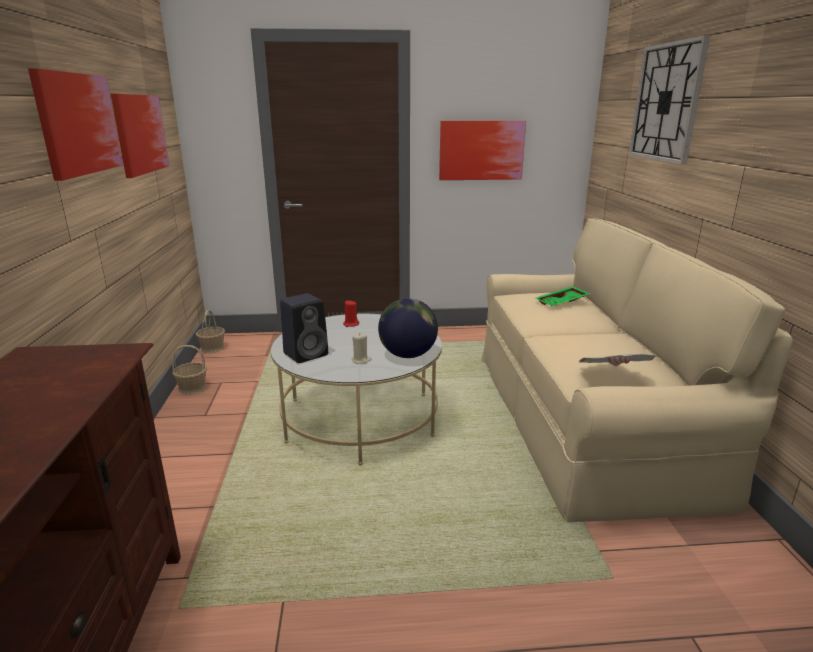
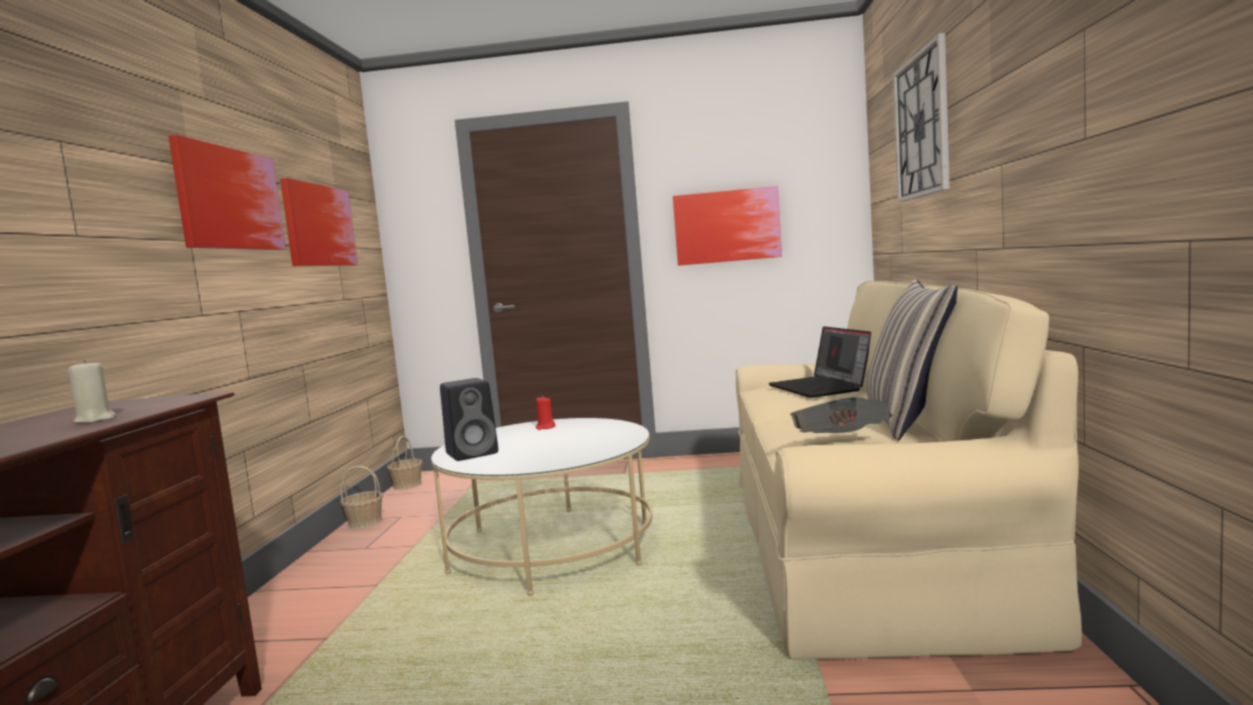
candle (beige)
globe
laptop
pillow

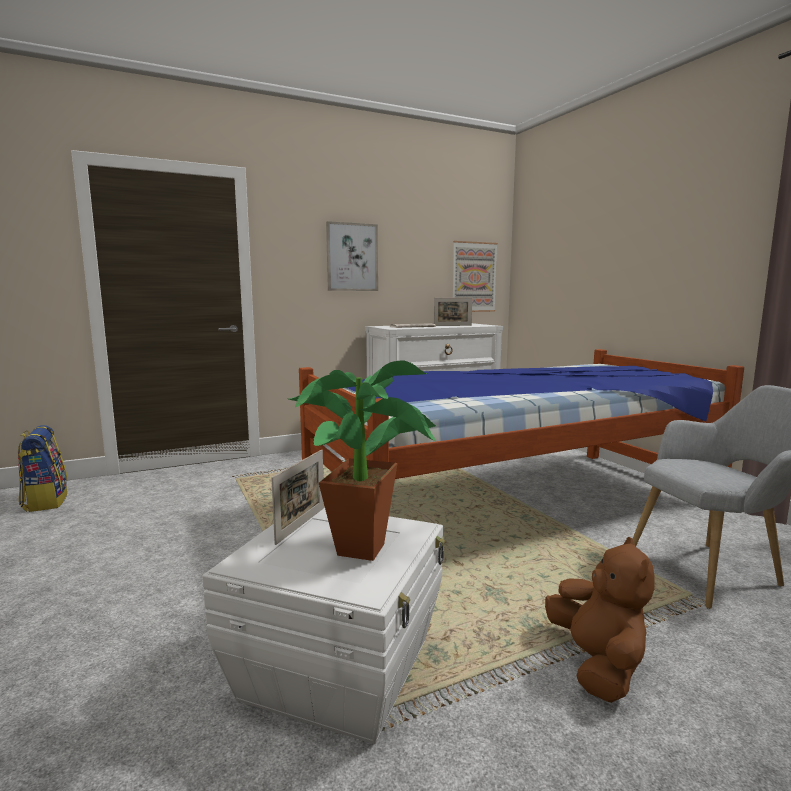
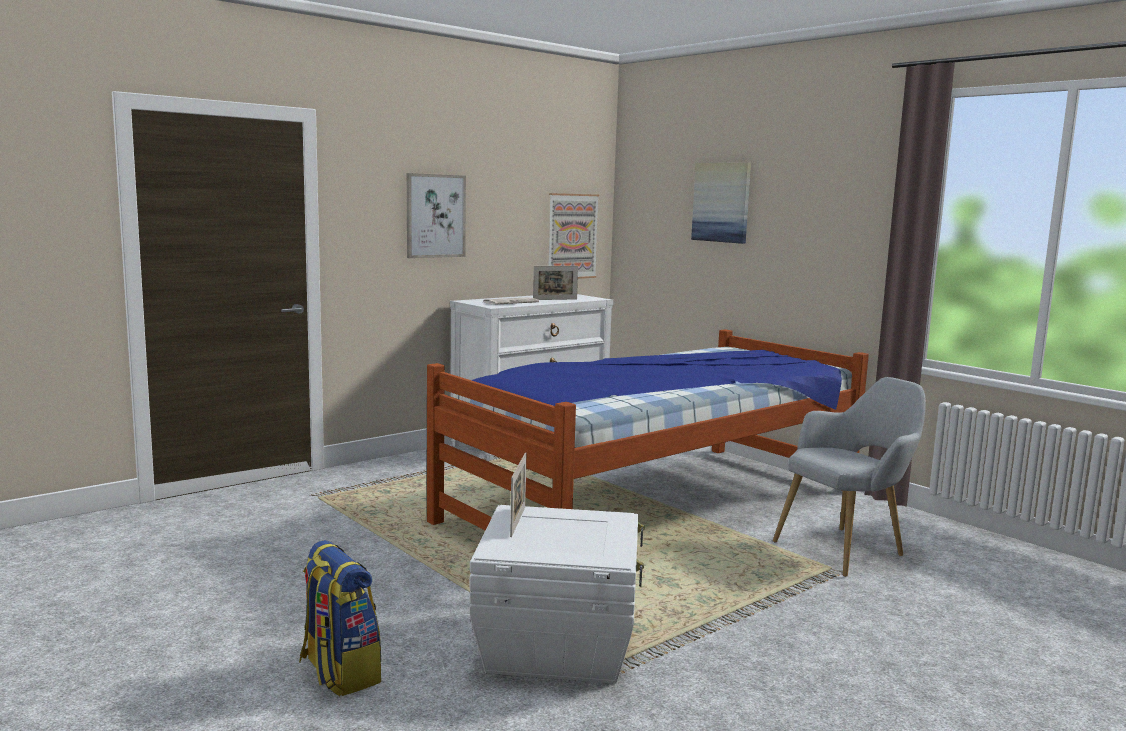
backpack
potted plant
plush toy (brown)
picture (3rd from left)

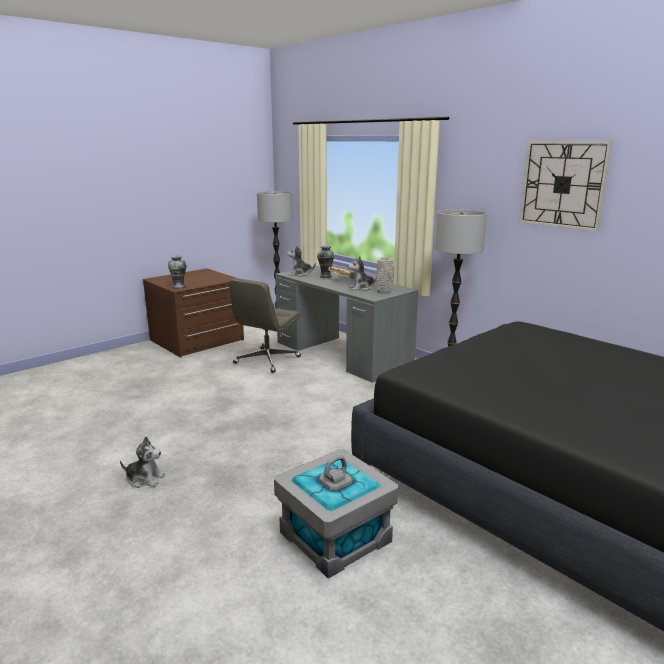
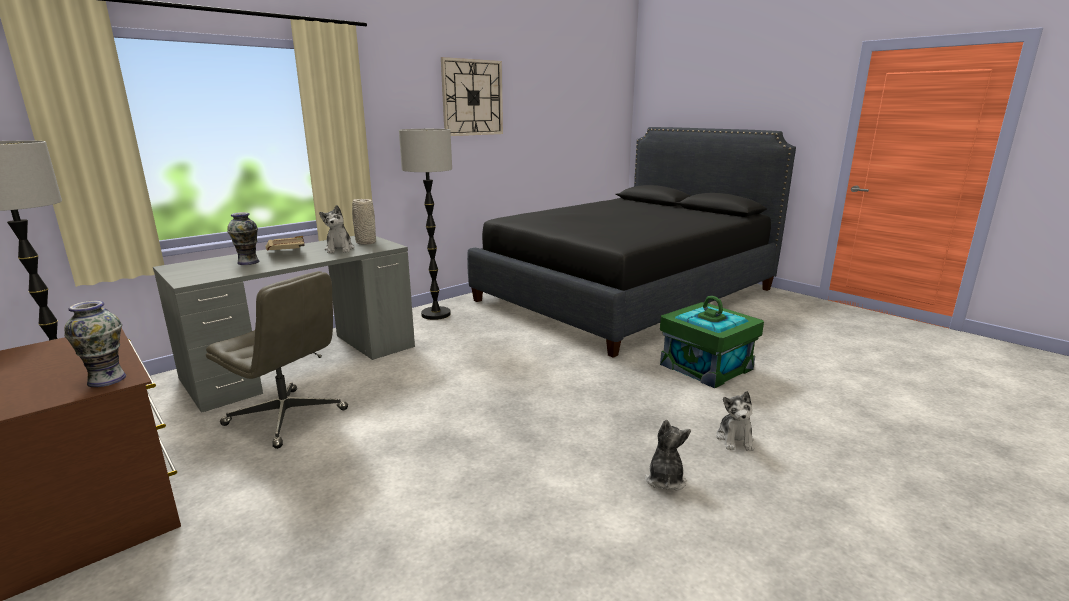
storage box (green)
plush toy (3rd from left)

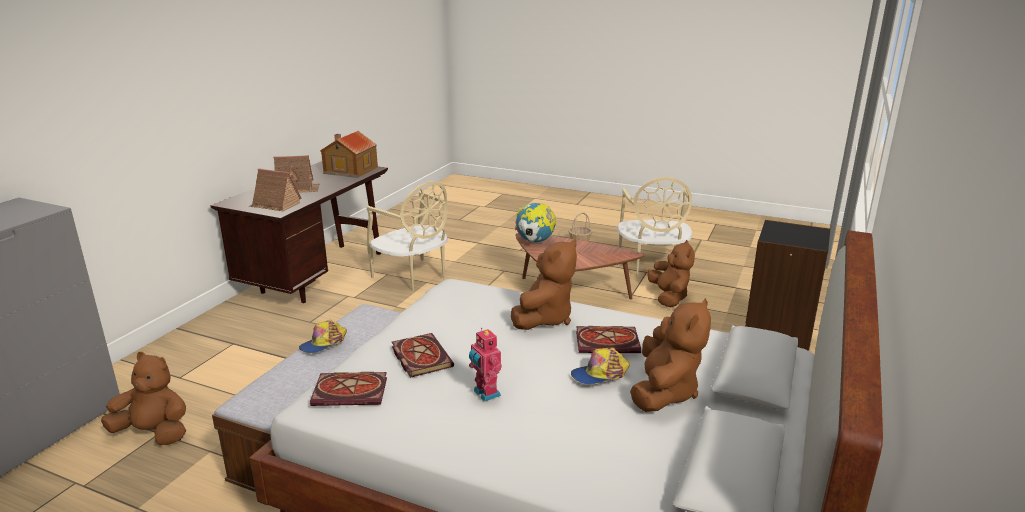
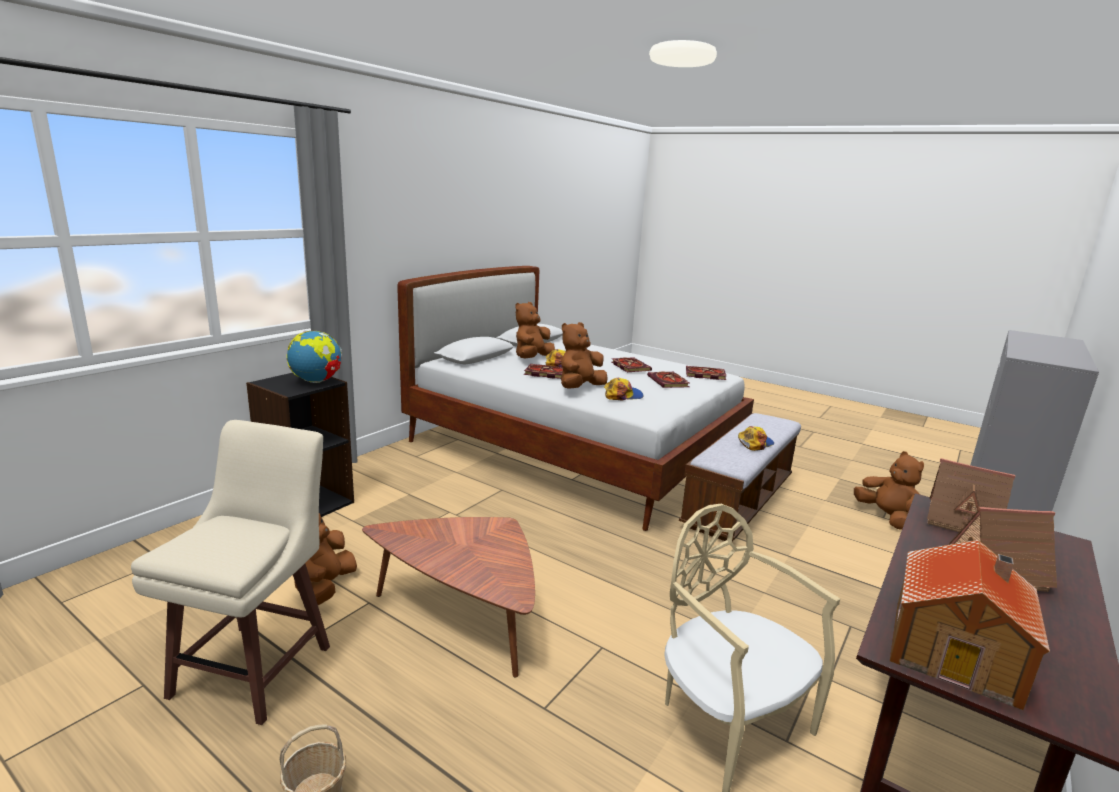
plush toy (brown) (4th from left)
book (2nd from left)
globe
stool (beige)
cap (2nd from left)

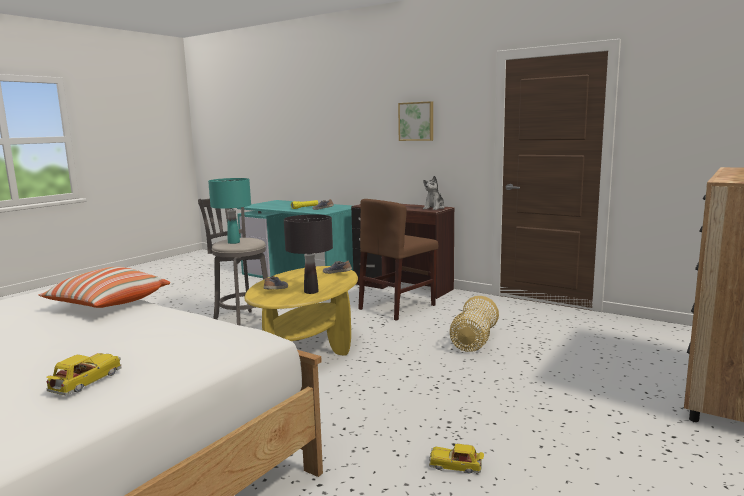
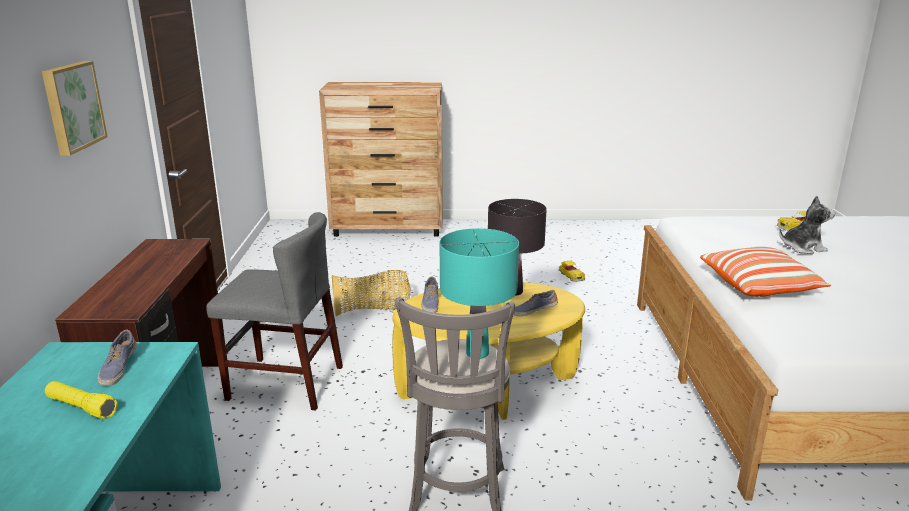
chair (grey)
plush toy

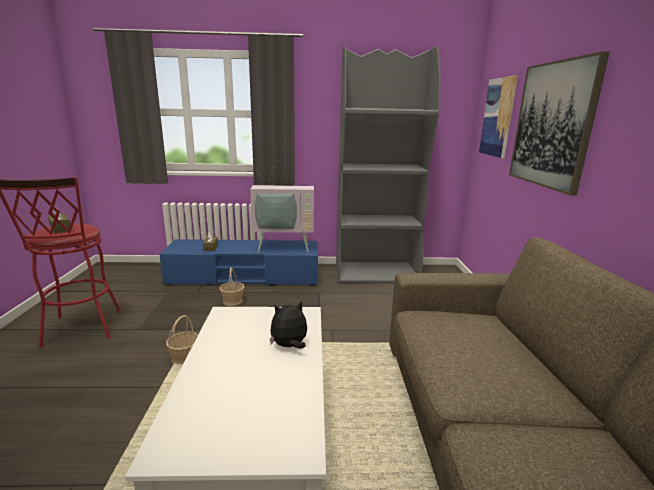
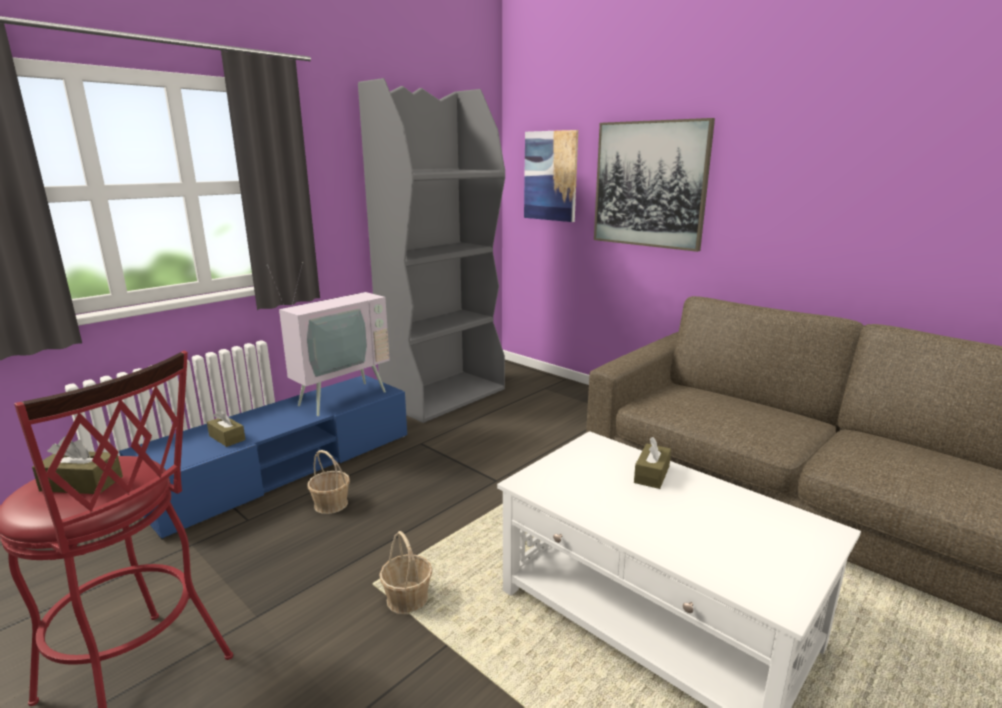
tissue box (brown) (3rd from left)

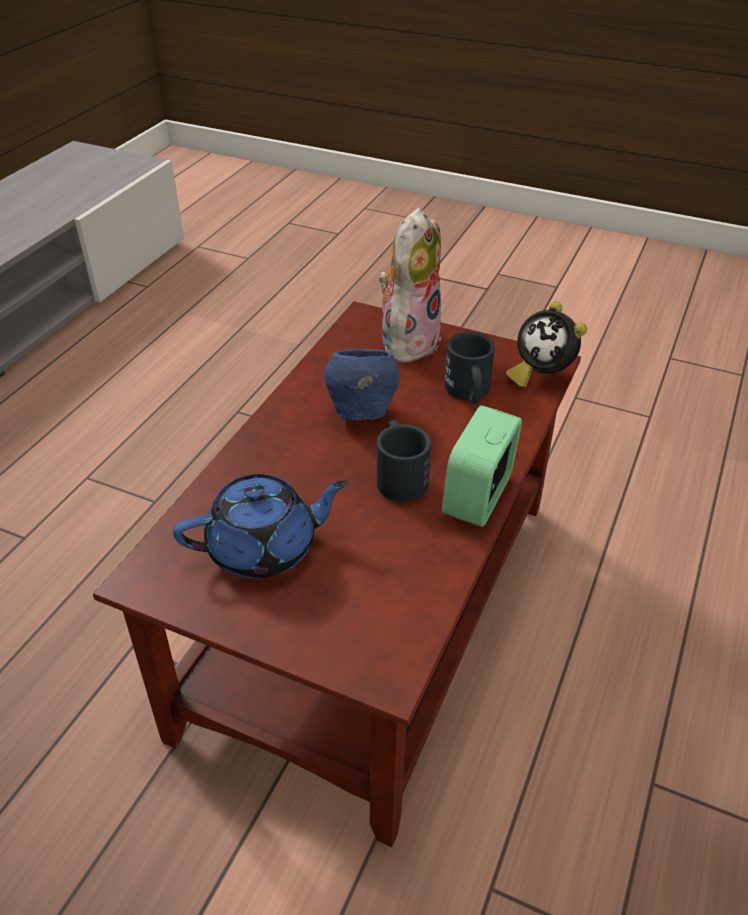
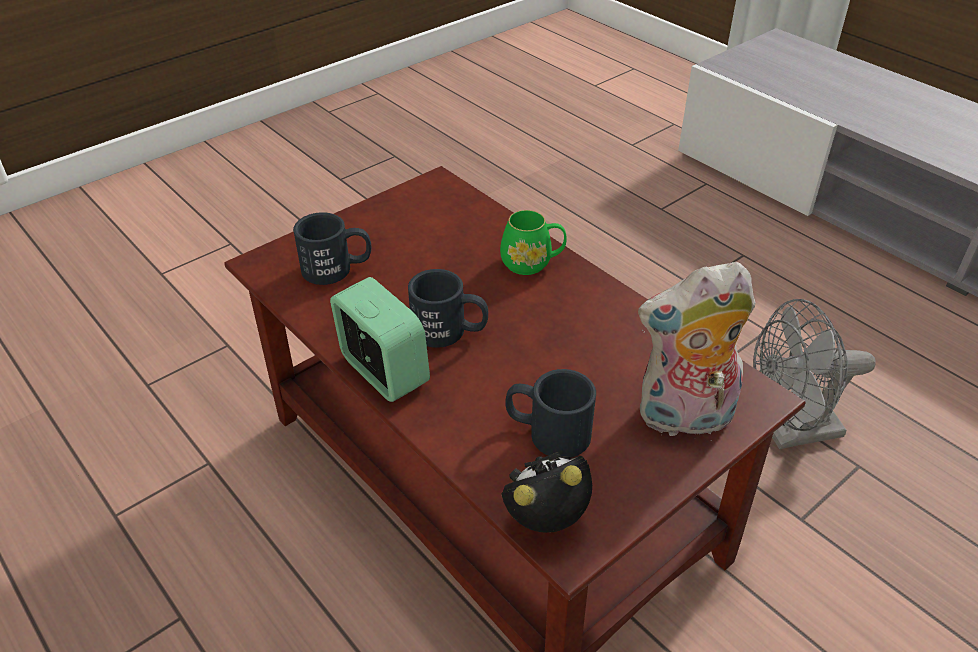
teapot (blue)
bowl (blue)
plush toy
mug (black) (1st from left)
mug (green)
fan (grey)

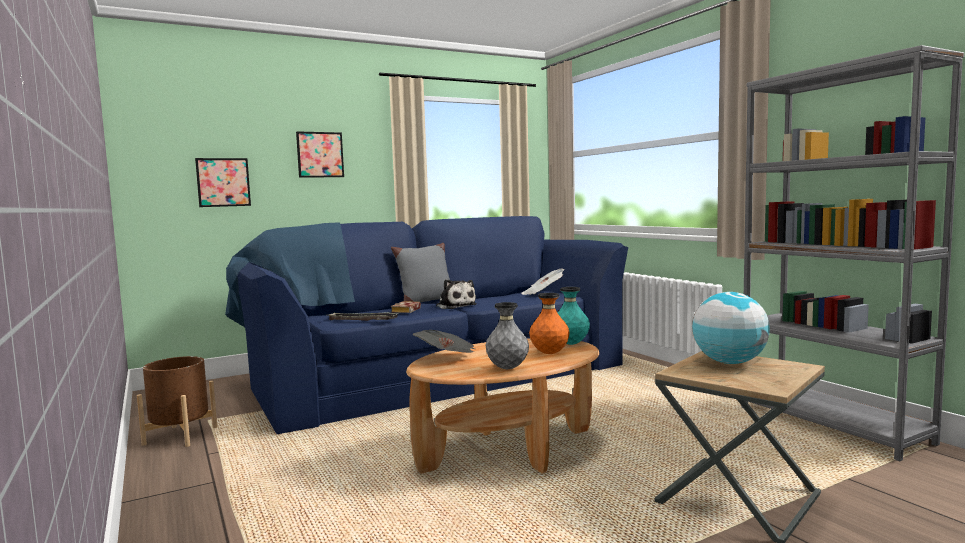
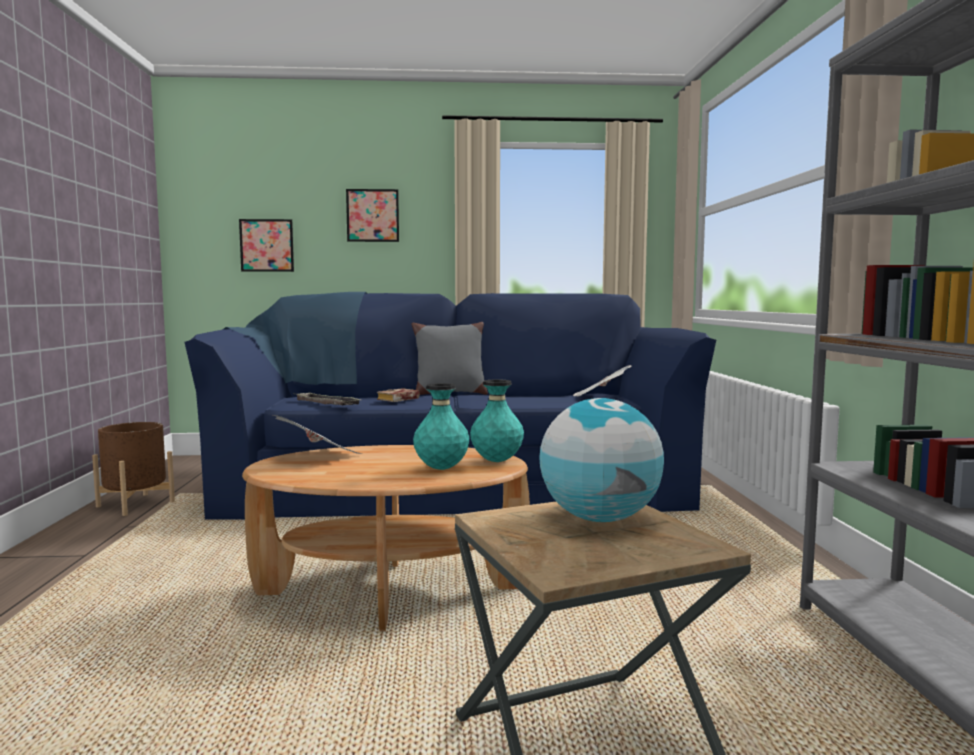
plush toy
vase (grey)
vase (turquoise) (1st from left)

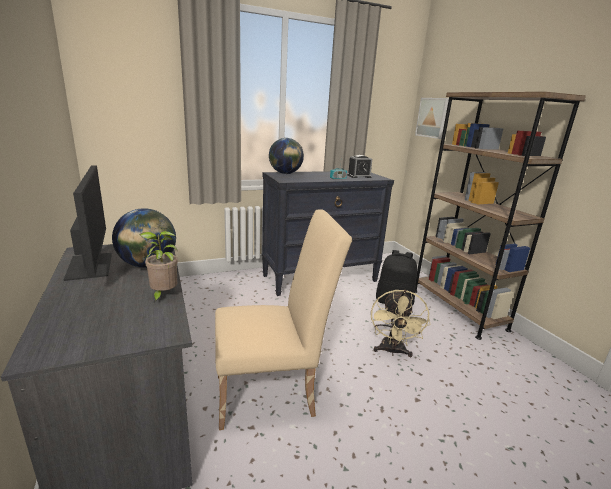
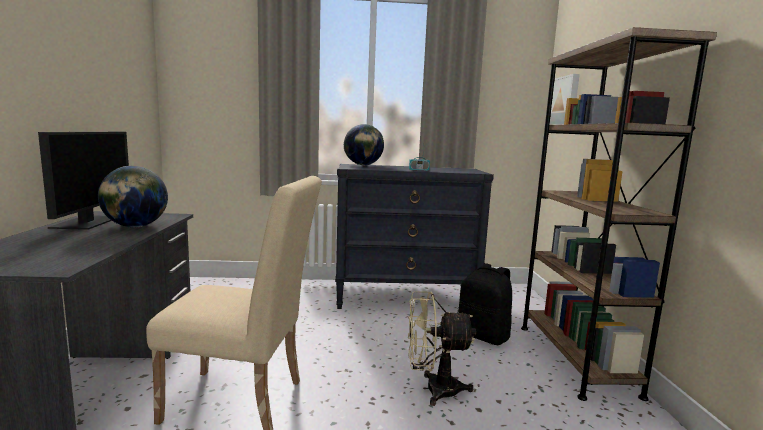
potted plant
alarm clock
fan (beige)

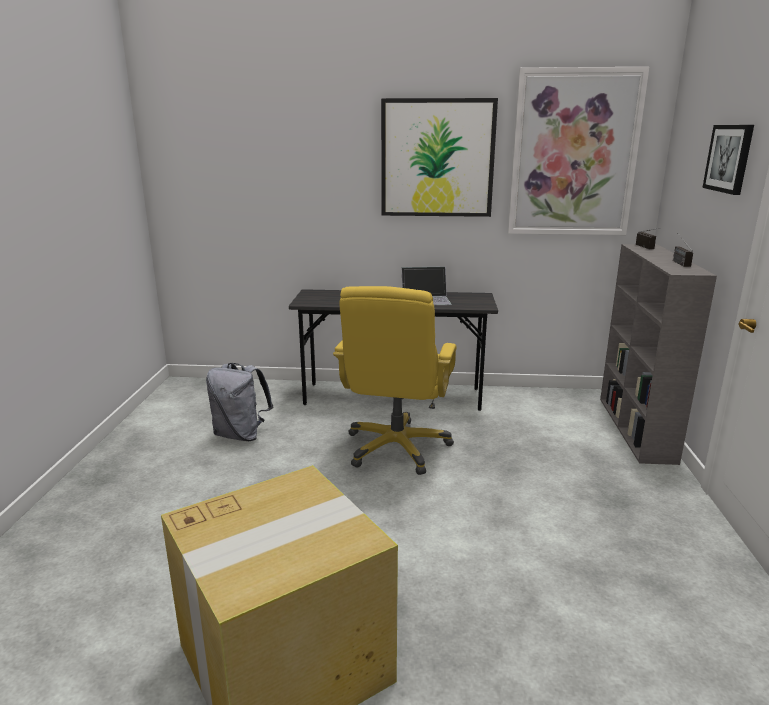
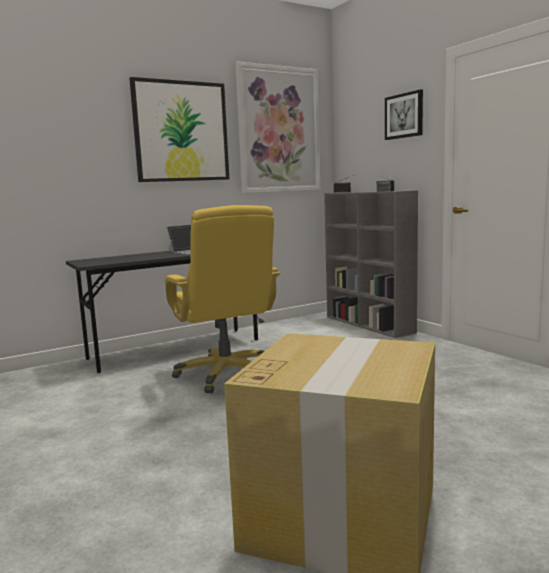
backpack (grey)

